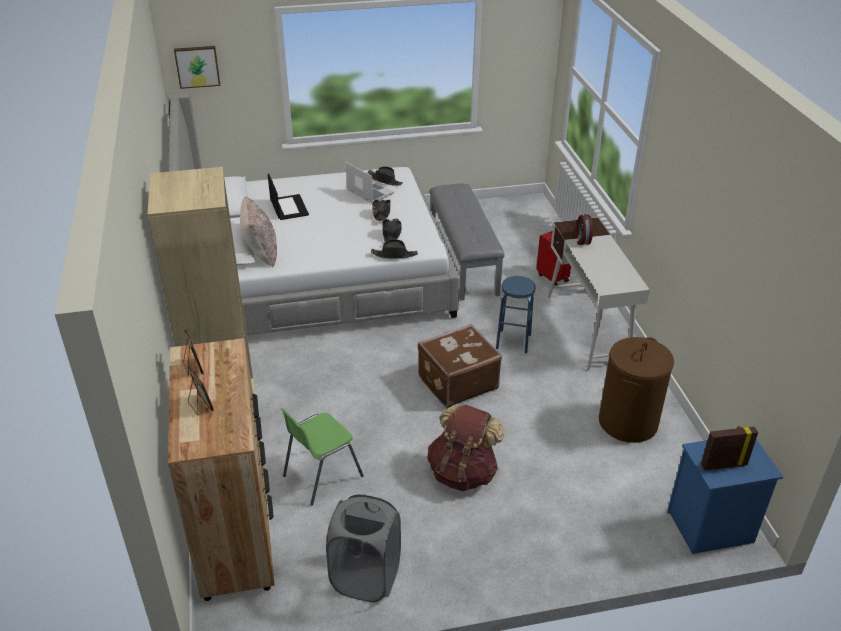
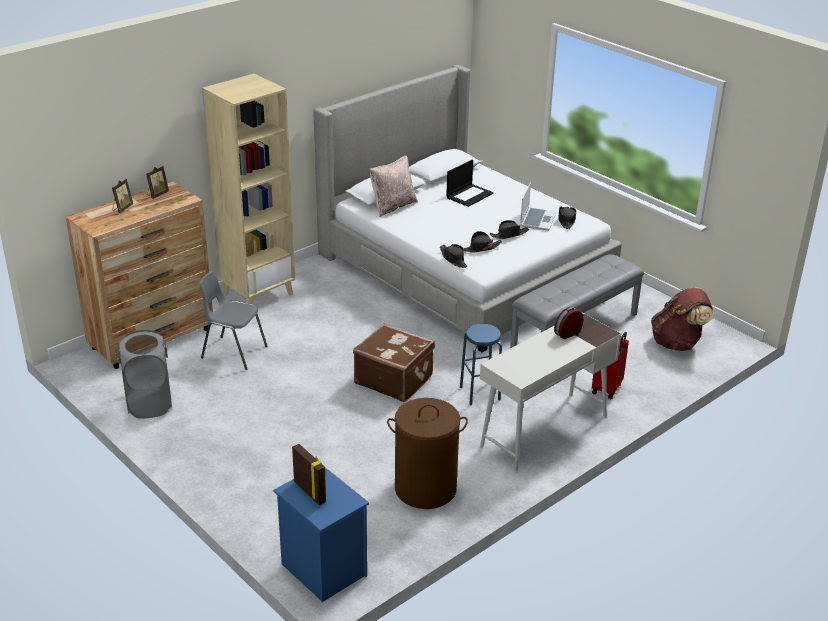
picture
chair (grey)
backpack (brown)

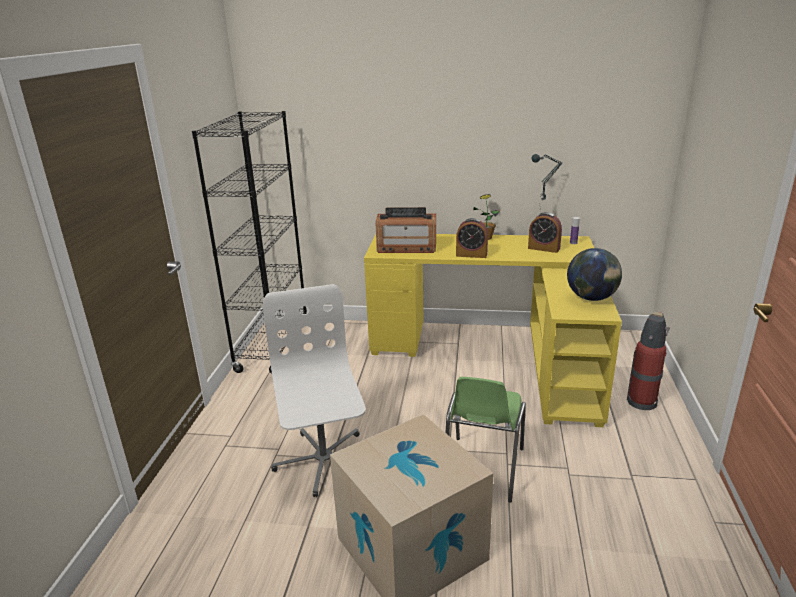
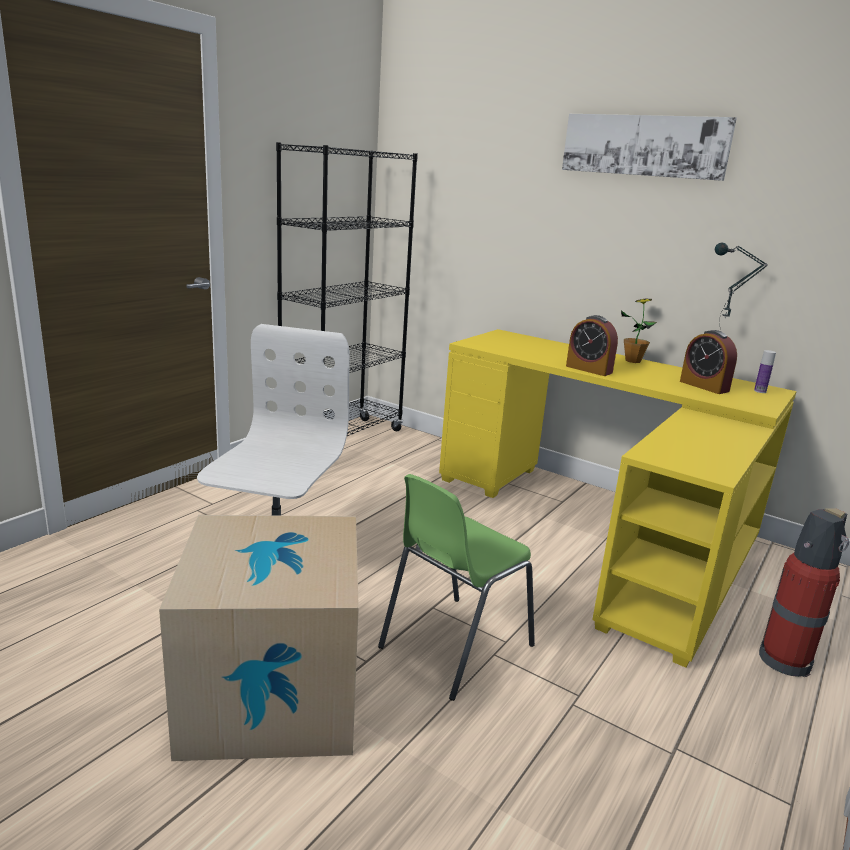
radio
globe
picture

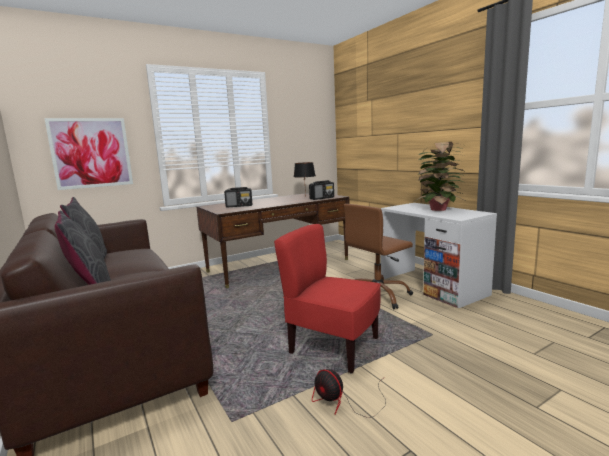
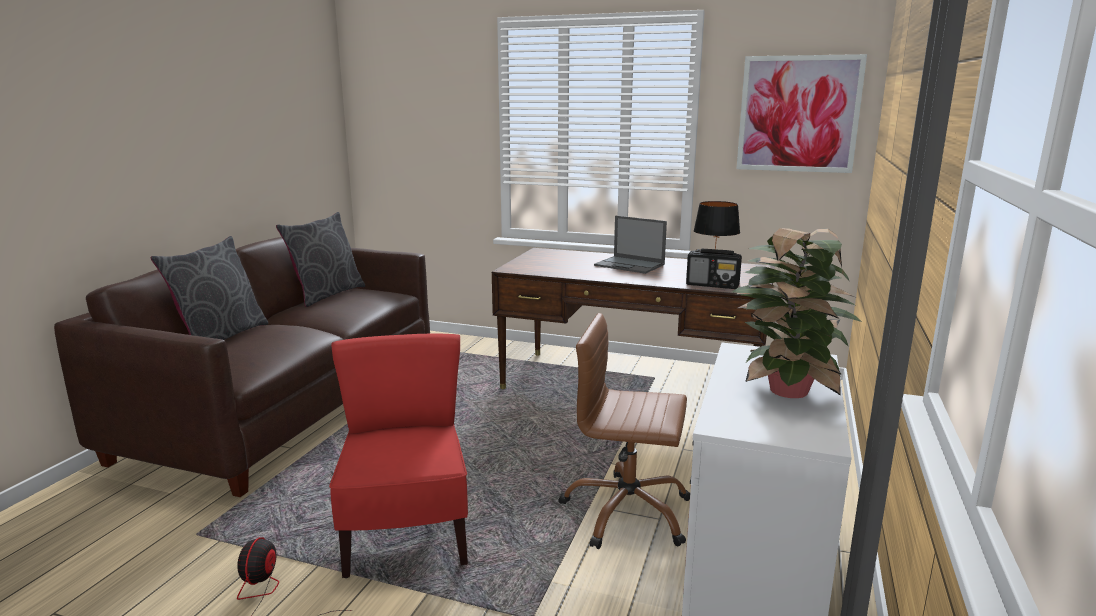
picture
radio (1st from left in the first image)
laptop

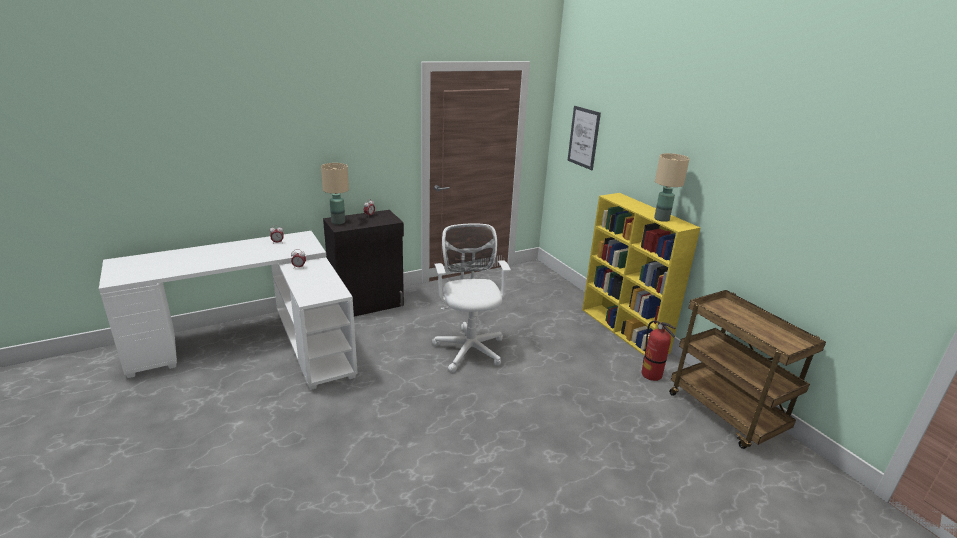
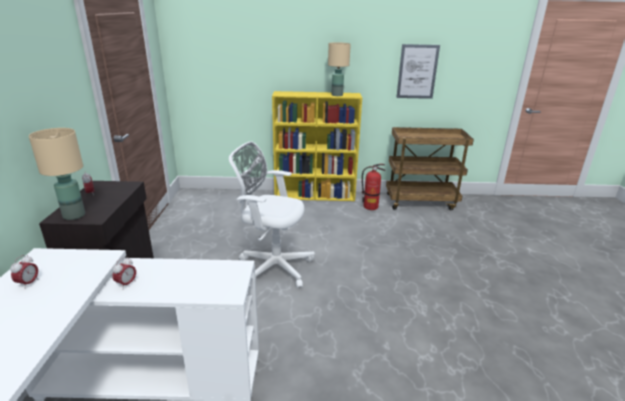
picture

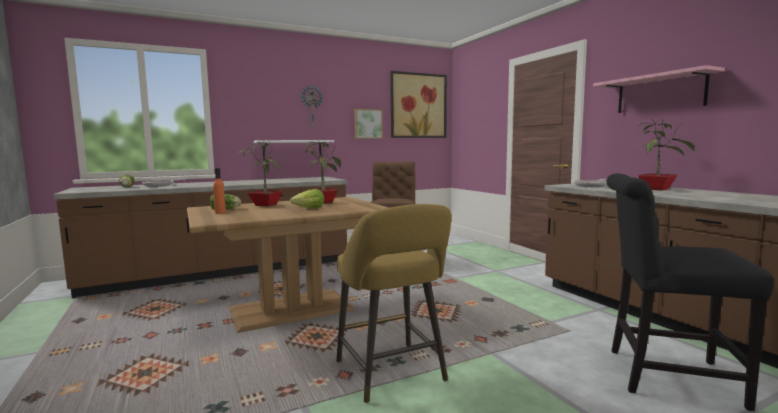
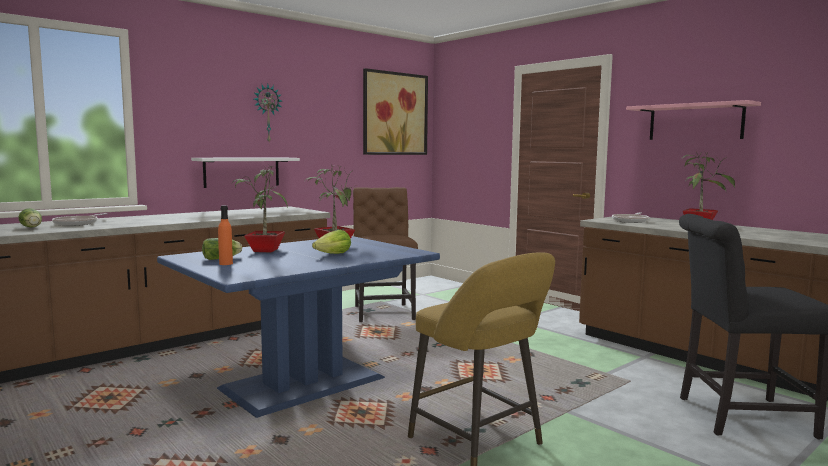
dining table (blue)
picture (1st from left in the first image)

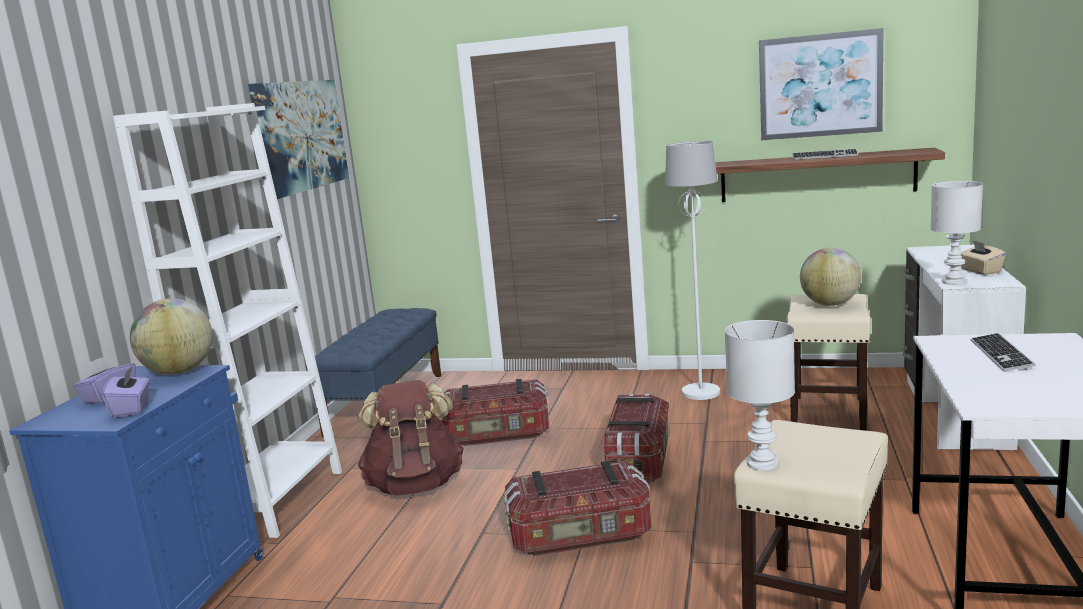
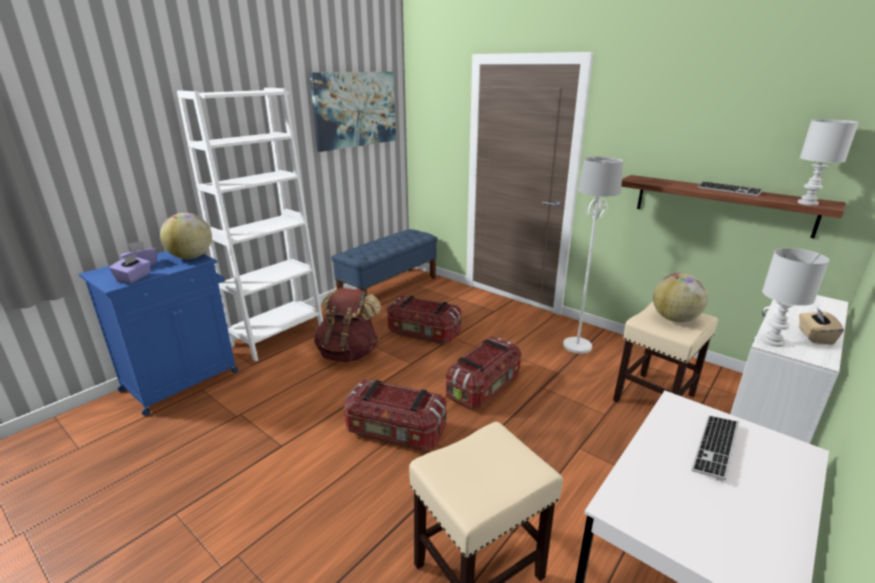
table lamp (white) (2nd from left)
picture (2nd from left in the first image)

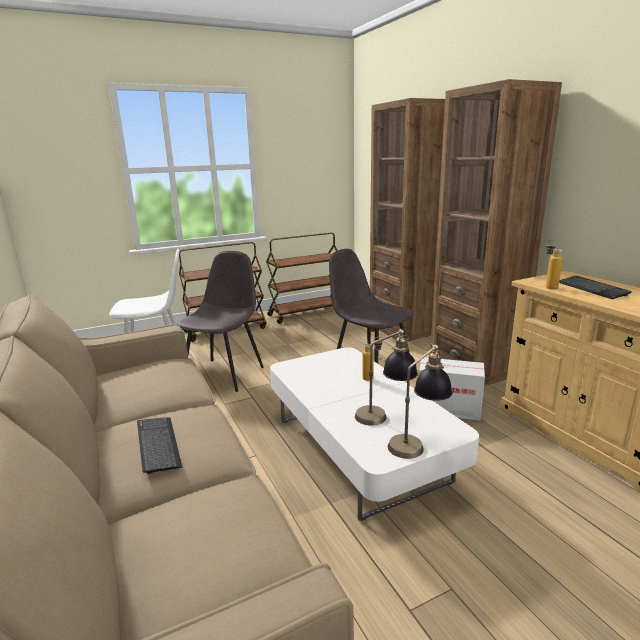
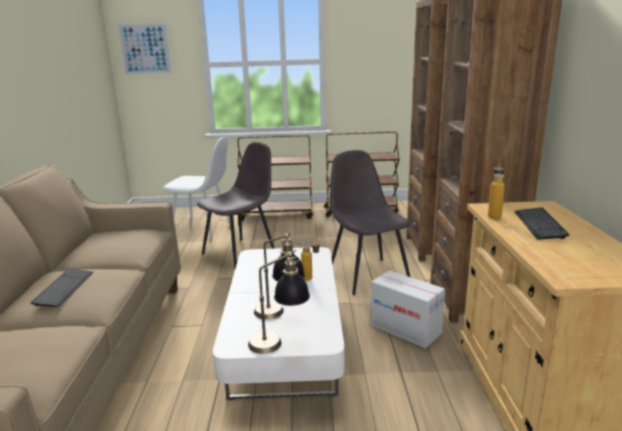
picture

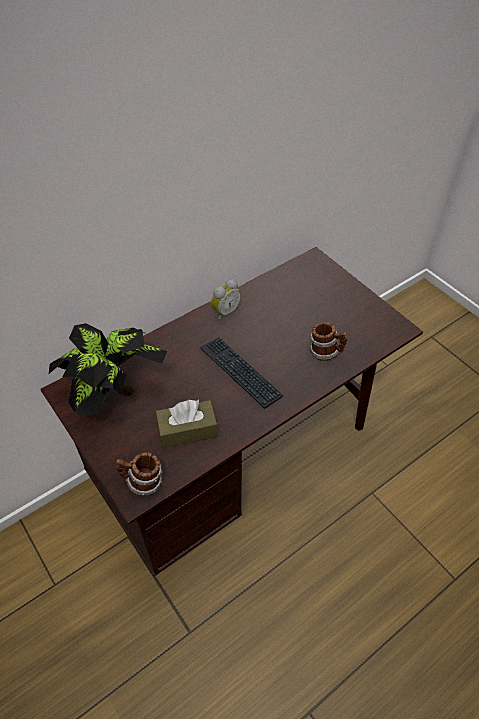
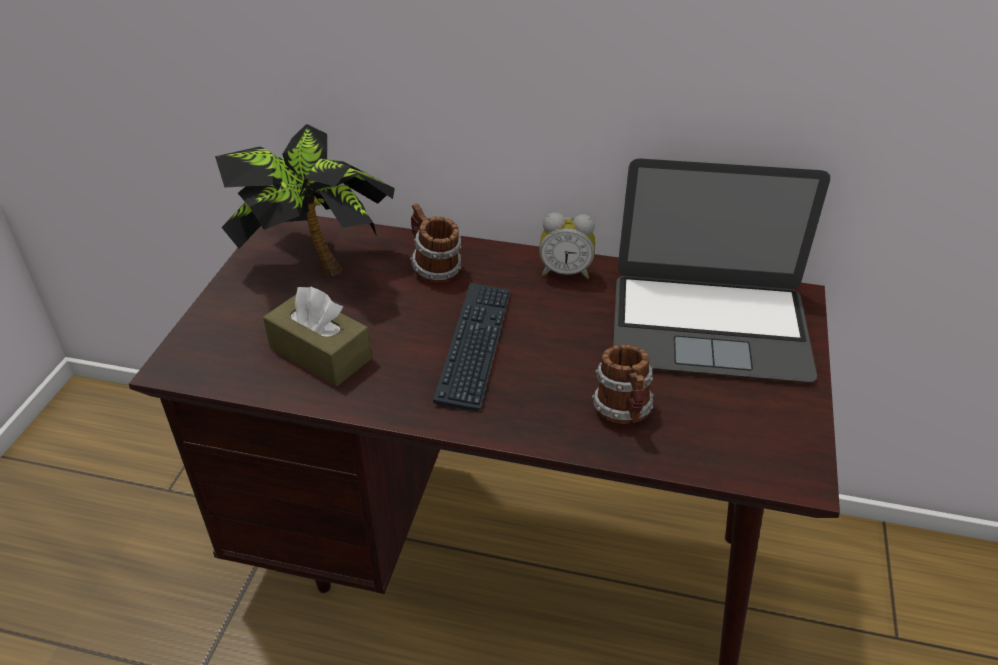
mug (1st from left)
laptop

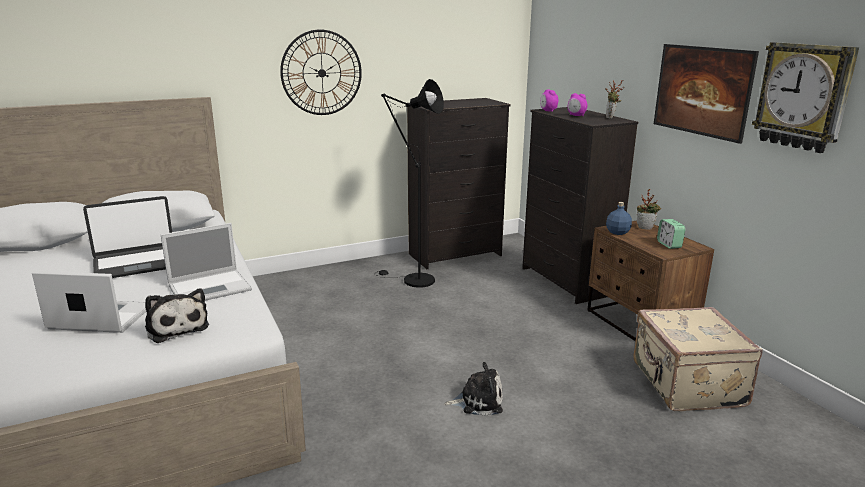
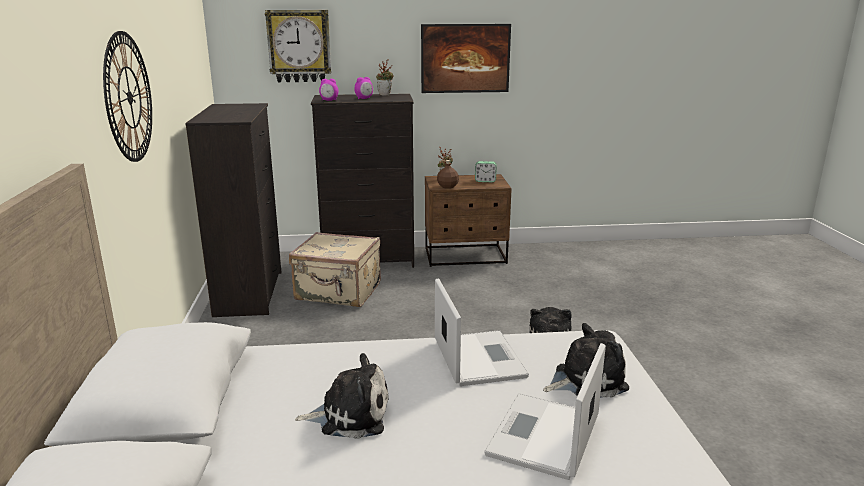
plush toy (1st from left)
floor lamp (black)
bottle (brown)
suitcase (beige)
wall clock (2nd from left)

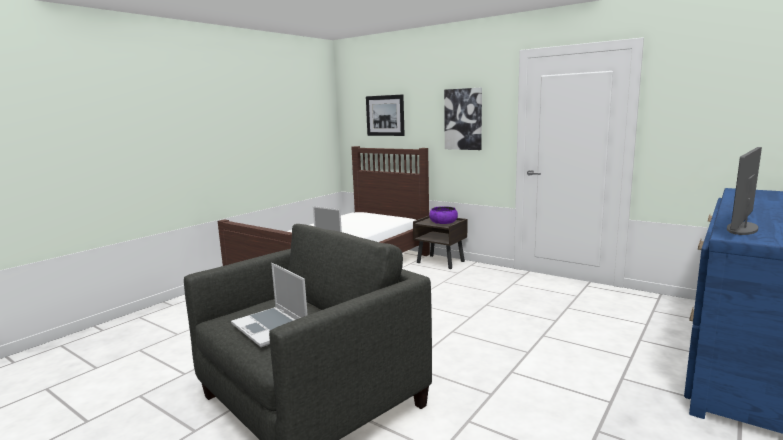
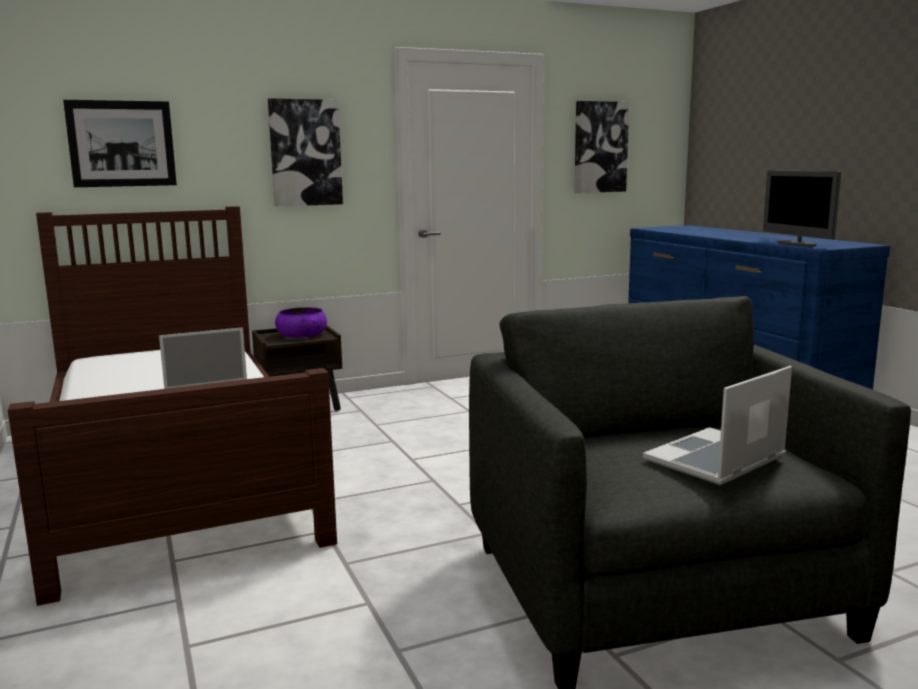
laptop (2nd from left)
picture (3rd from left)

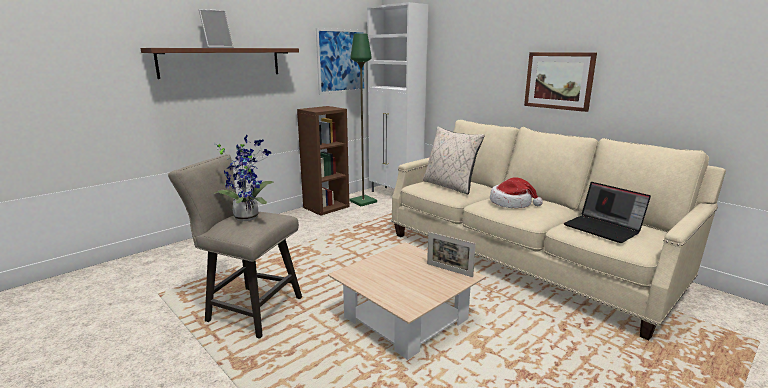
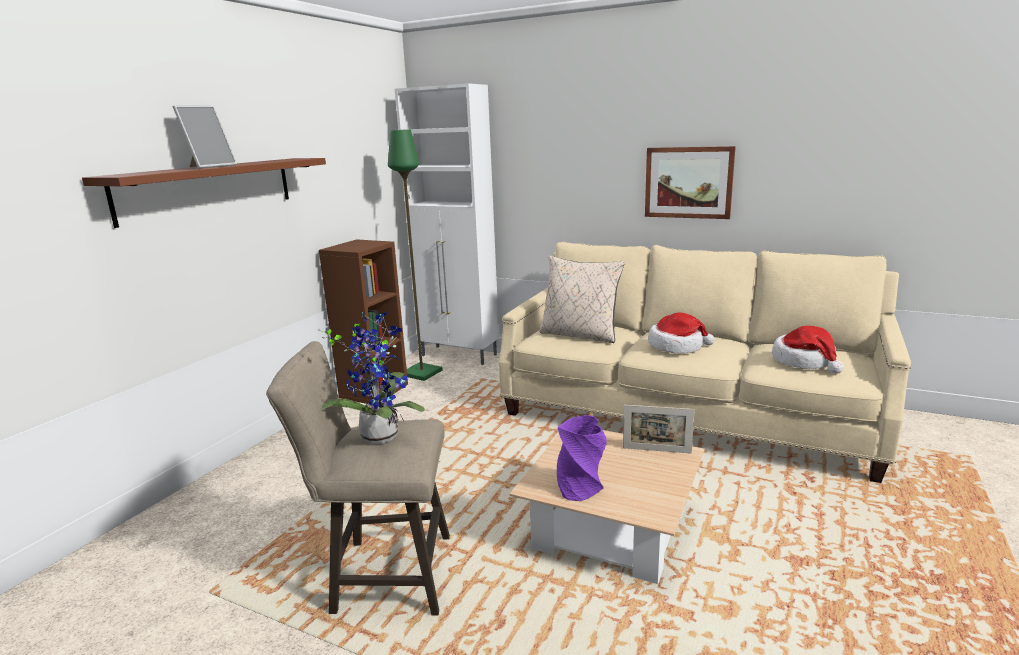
picture (1st from left in the first image)
hat (2nd from left)
vase (purple)

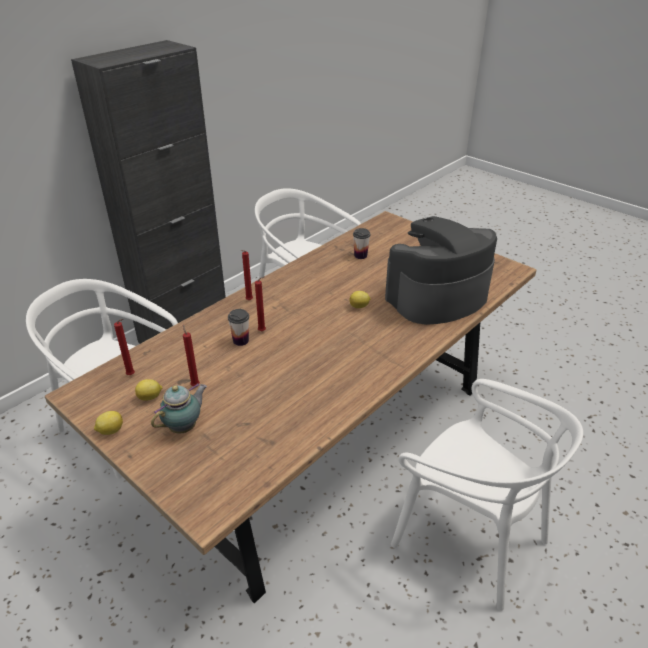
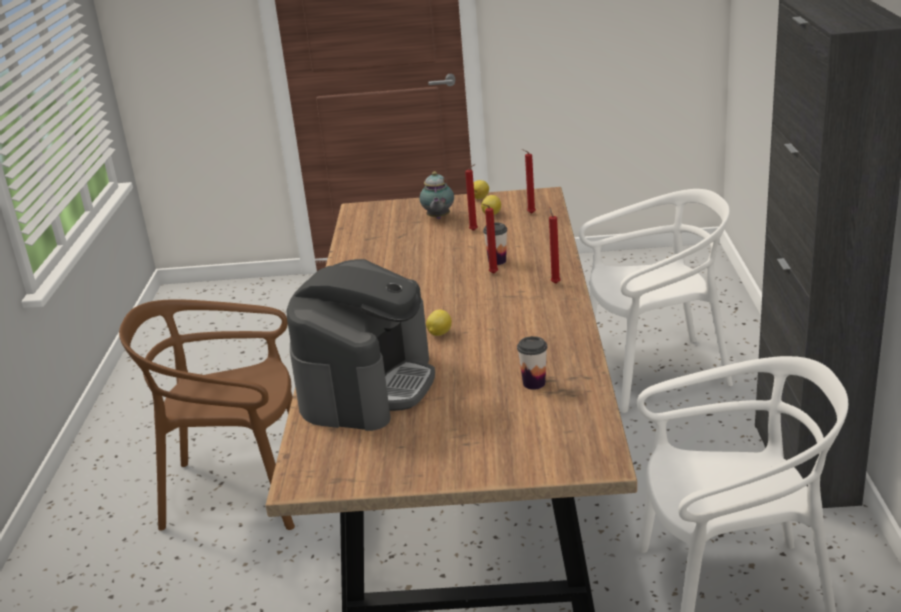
chair (brown)

